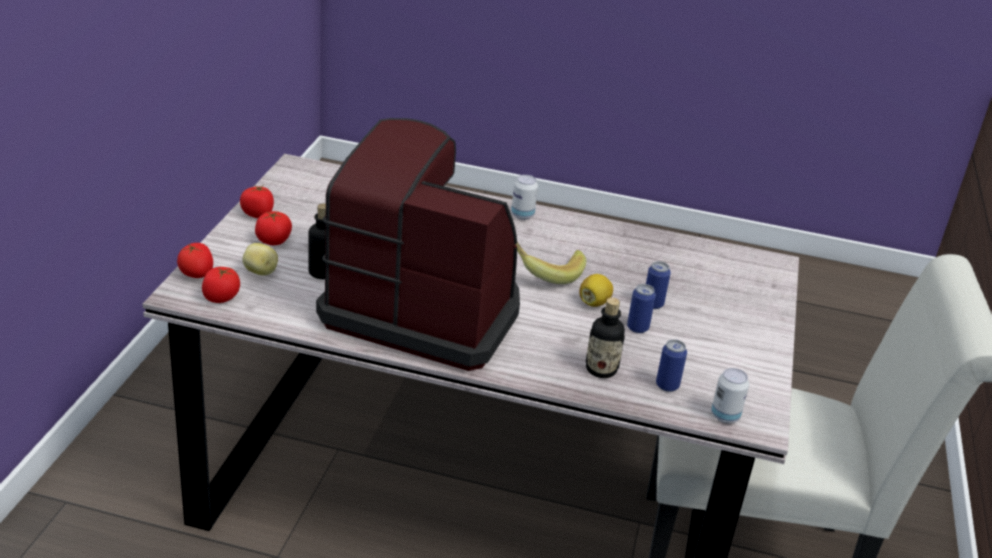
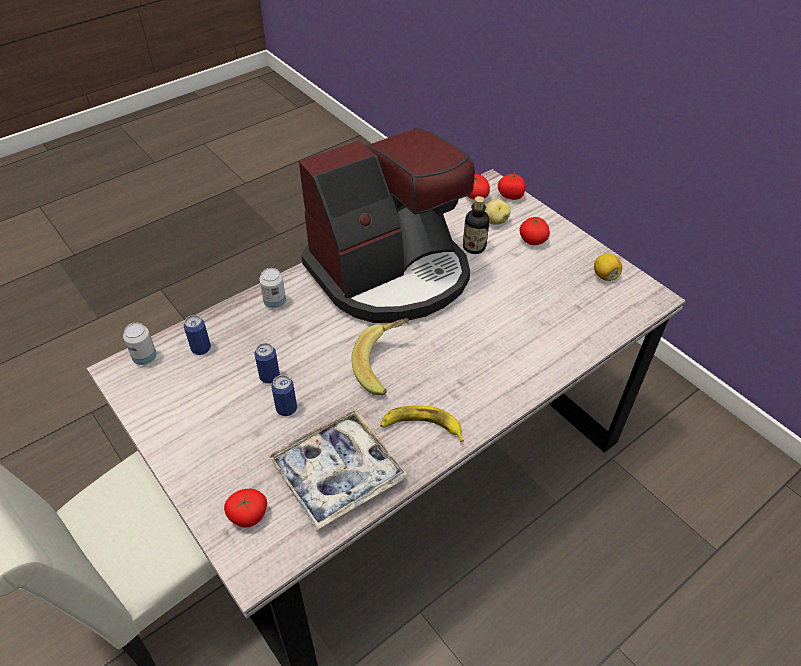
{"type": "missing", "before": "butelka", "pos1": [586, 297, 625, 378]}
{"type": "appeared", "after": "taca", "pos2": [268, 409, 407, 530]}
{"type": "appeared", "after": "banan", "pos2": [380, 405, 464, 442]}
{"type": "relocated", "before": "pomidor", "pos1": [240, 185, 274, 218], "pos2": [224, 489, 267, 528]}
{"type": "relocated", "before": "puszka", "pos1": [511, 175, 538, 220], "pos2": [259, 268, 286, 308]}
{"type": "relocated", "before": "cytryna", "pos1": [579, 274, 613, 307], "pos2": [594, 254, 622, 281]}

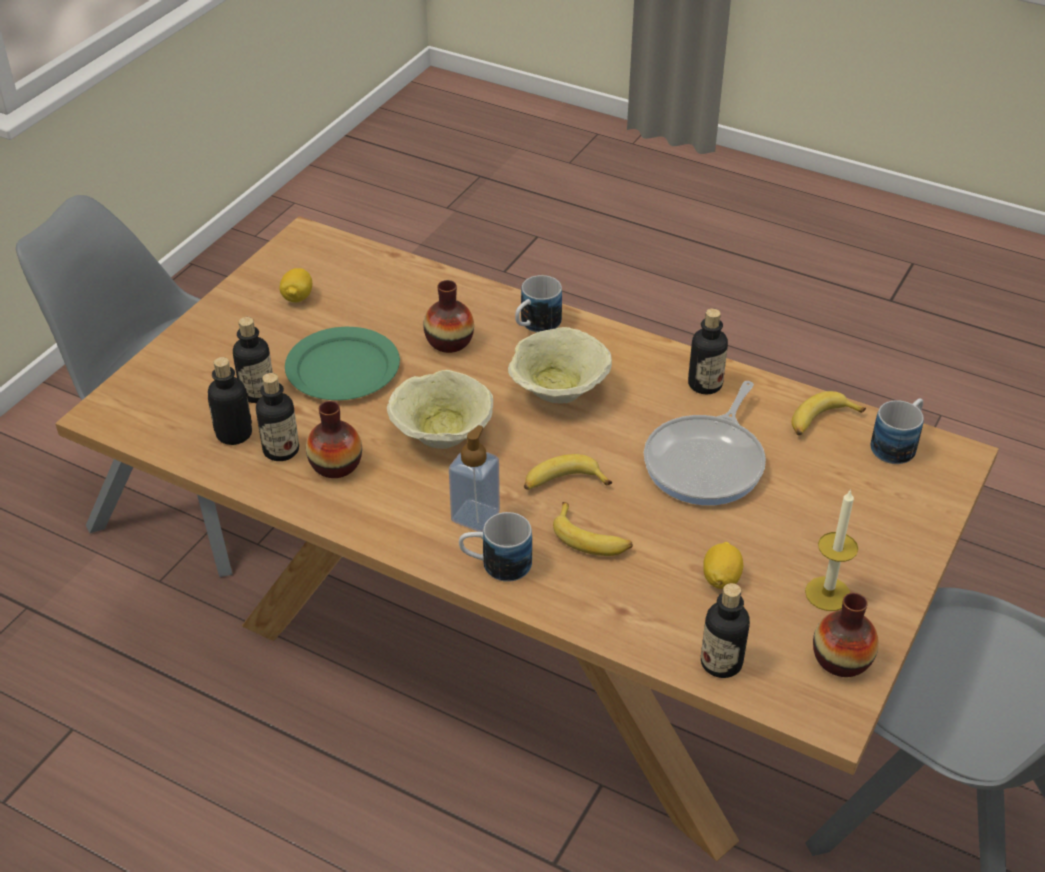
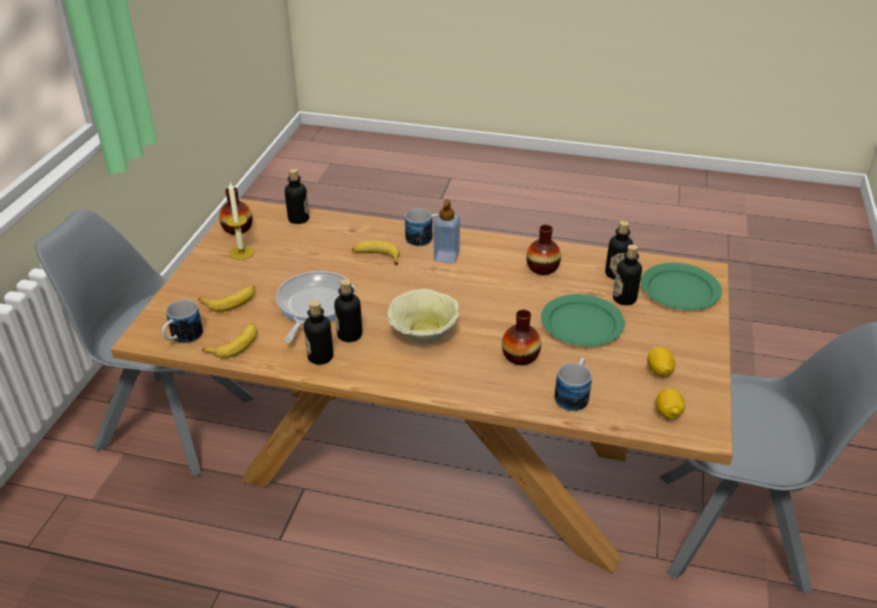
{"type": "missing", "before": "miska/beżowy", "pos1": [387, 370, 493, 449]}
{"type": "appeared", "after": "talerz/zielony", "pos2": [641, 263, 722, 310]}
{"type": "relocated", "before": "butelka", "pos1": [256, 373, 299, 461], "pos2": [334, 279, 362, 342]}
{"type": "relocated", "before": "kubek", "pos1": [515, 275, 562, 332], "pos2": [555, 358, 592, 411]}
{"type": "relocated", "before": "banan", "pos1": [524, 454, 612, 490], "pos2": [198, 286, 255, 312]}
{"type": "relocated", "before": "cytryna", "pos1": [703, 542, 743, 589], "pos2": [656, 388, 685, 419]}

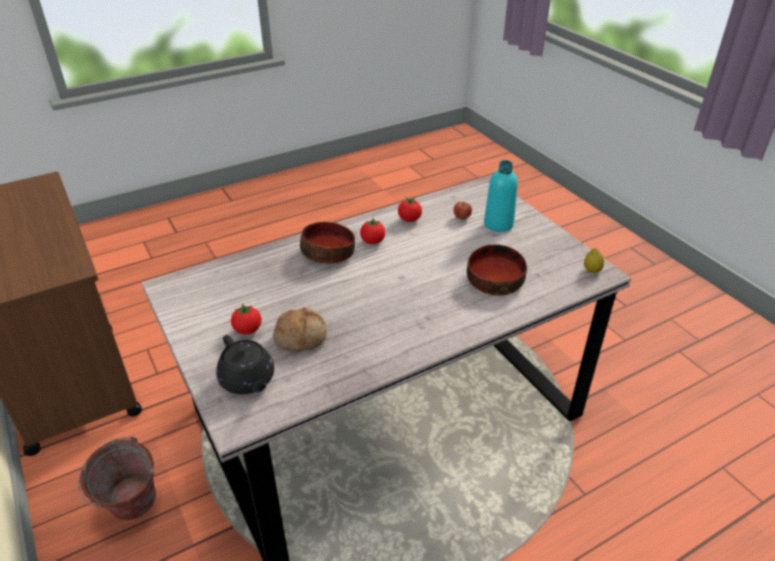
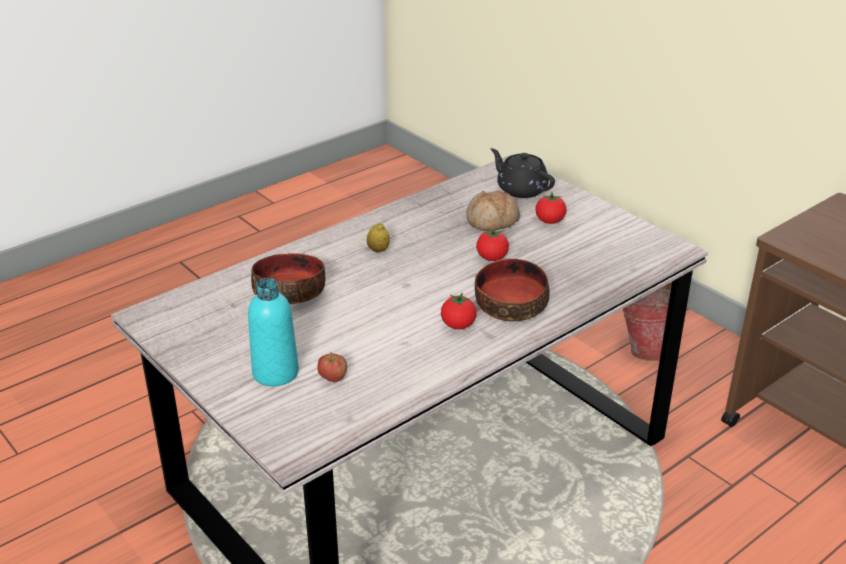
{"type": "relocated", "before": "pomidor", "pos1": [398, 197, 422, 222], "pos2": [476, 228, 509, 261]}
{"type": "relocated", "before": "cytryna", "pos1": [584, 248, 604, 273], "pos2": [367, 223, 390, 252]}

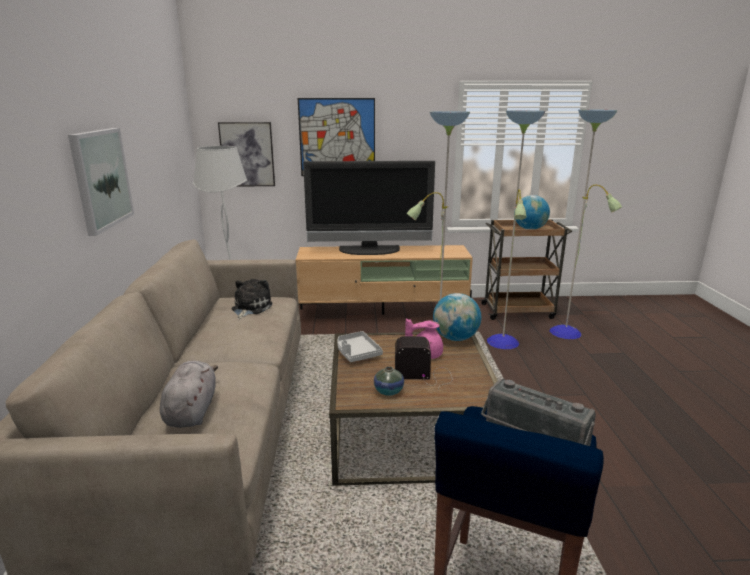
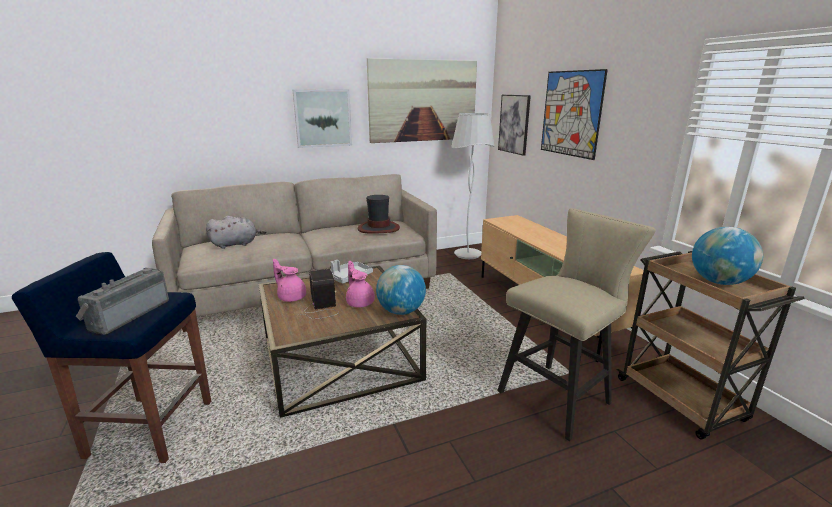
{"type": "missing", "before": "telewizor", "pos1": [303, 161, 435, 255]}
{"type": "appeared", "after": "obraz", "pos2": [367, 58, 477, 143]}
{"type": "exchanged", "before": "pluszak", "after": "kapelusz", "pos1": [232, 279, 273, 319], "pos2": [358, 195, 400, 234]}
{"type": "exchanged", "before": "wazon", "after": "imbryk/różowy", "pos1": [374, 367, 404, 396], "pos2": [273, 259, 306, 302]}
{"type": "exchanged", "before": "lampa stojąca", "after": "stołek/beżowy", "pos1": [407, 109, 622, 349], "pos2": [497, 208, 656, 441]}

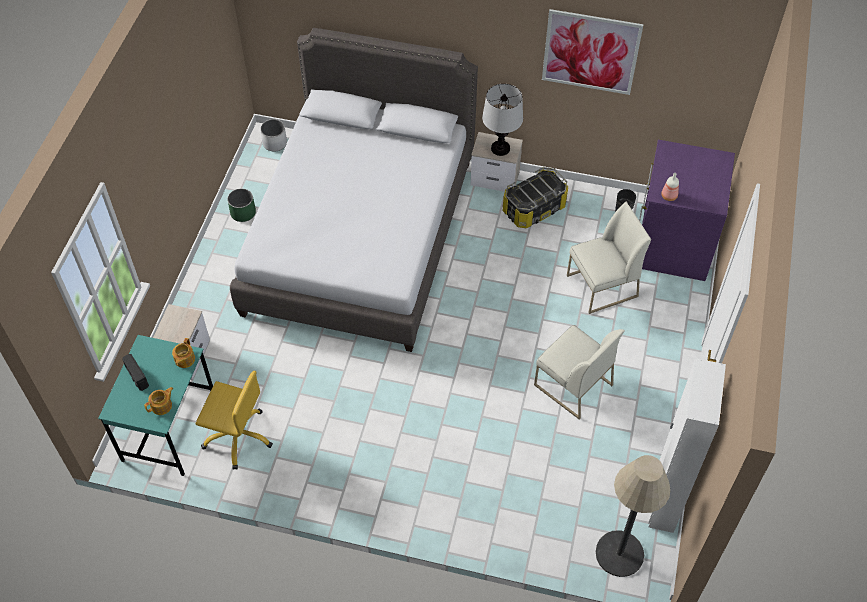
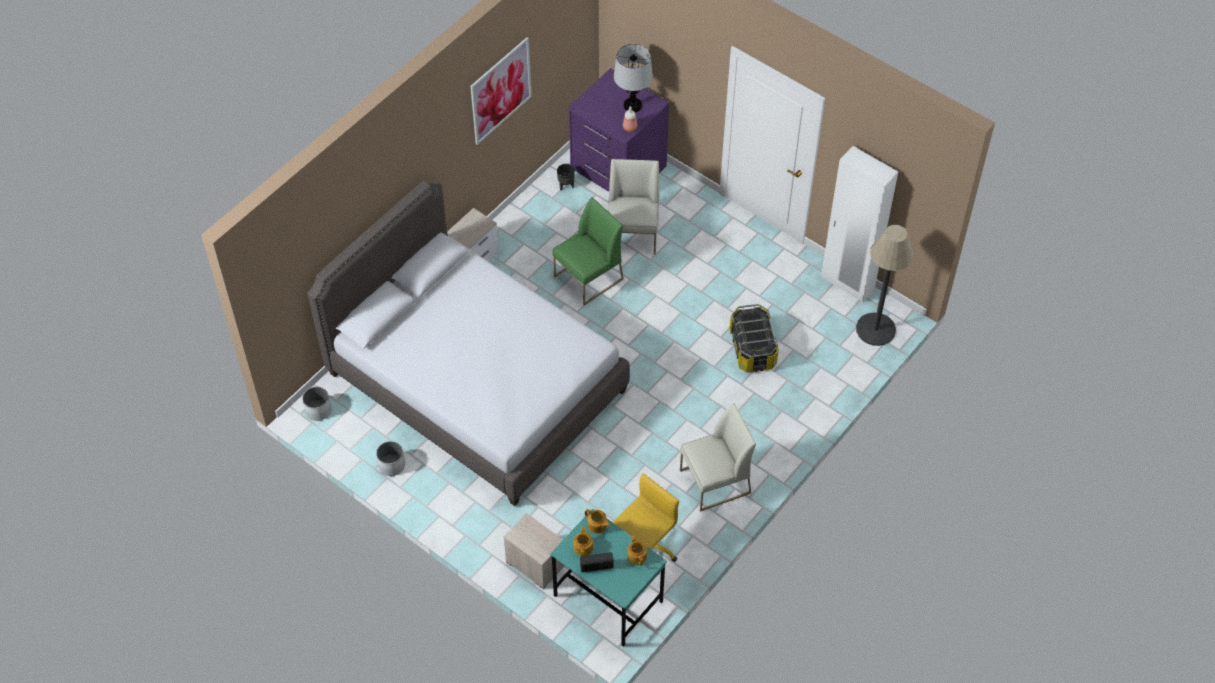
{"type": "appeared", "after": "krzesło/zielony", "pos2": [552, 197, 624, 306]}
{"type": "appeared", "after": "imbryk", "pos2": [574, 526, 593, 556]}
{"type": "relocated", "before": "lampa stołowa", "pos1": [482, 84, 523, 156], "pos2": [614, 44, 653, 112]}
{"type": "relocated", "before": "pojemnik do przechowywania", "pos1": [503, 167, 568, 228], "pos2": [730, 304, 779, 372]}
{"type": "relocated", "before": "krzesło/biały", "pos1": [534, 325, 625, 420], "pos2": [680, 403, 756, 512]}
{"type": "colour", "before": "donica/zielony", "after": "donica/biały", "pos1": [227, 188, 256, 222], "pos2": [376, 441, 405, 476]}

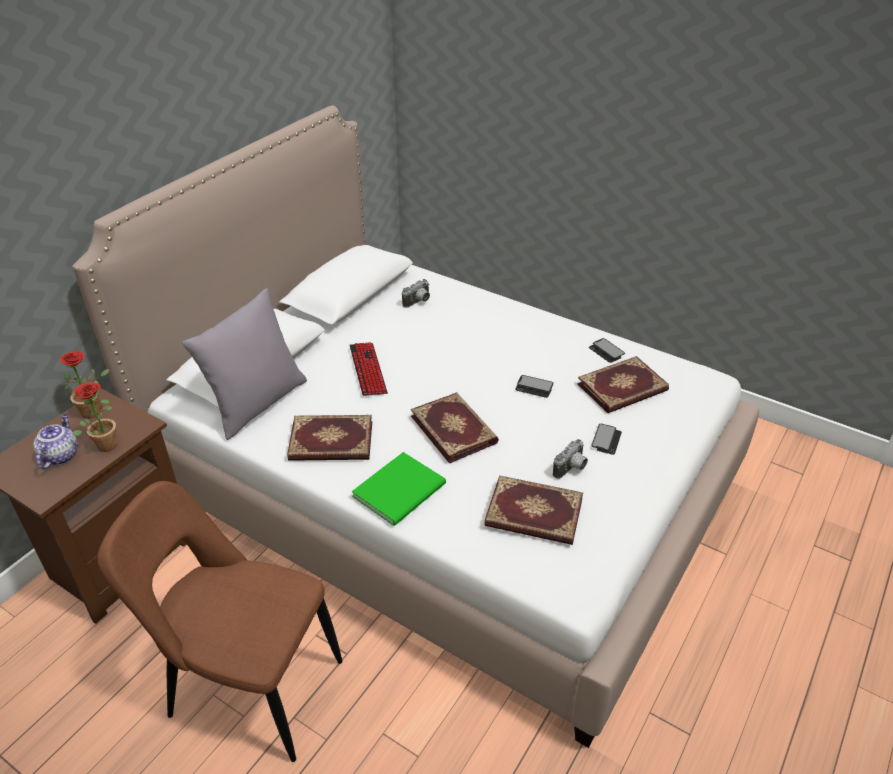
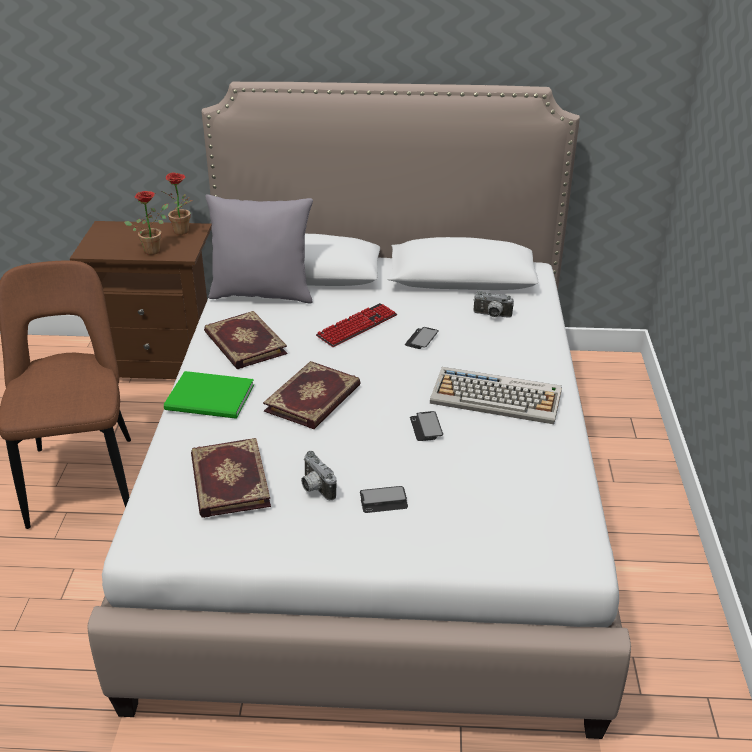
{"type": "missing", "before": "imbryk", "pos1": [33, 414, 78, 469]}
{"type": "missing", "before": "książka", "pos1": [577, 356, 669, 413]}
{"type": "appeared", "after": "klawiatura", "pos2": [430, 367, 562, 424]}
{"type": "relocated", "before": "telefon", "pos1": [589, 338, 625, 363], "pos2": [405, 327, 439, 349]}
{"type": "spun", "before": "aparat fotograficzny", "pos1": [553, 439, 588, 479], "pos2": [301, 451, 337, 501], "turn": 45}

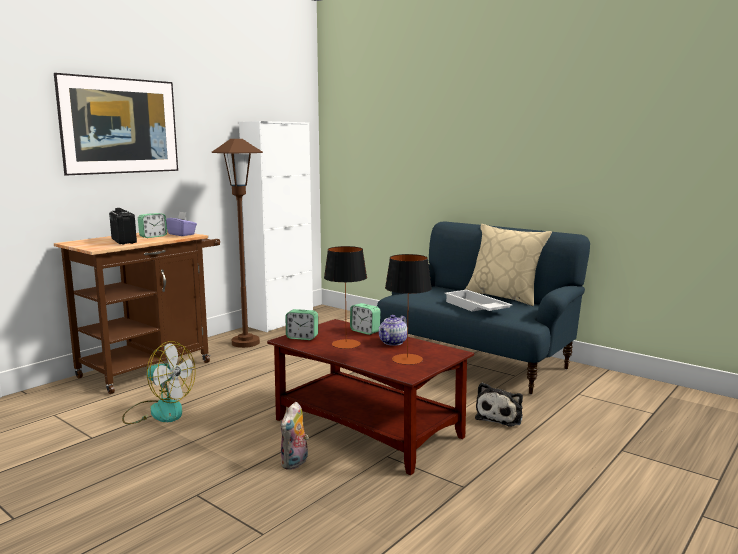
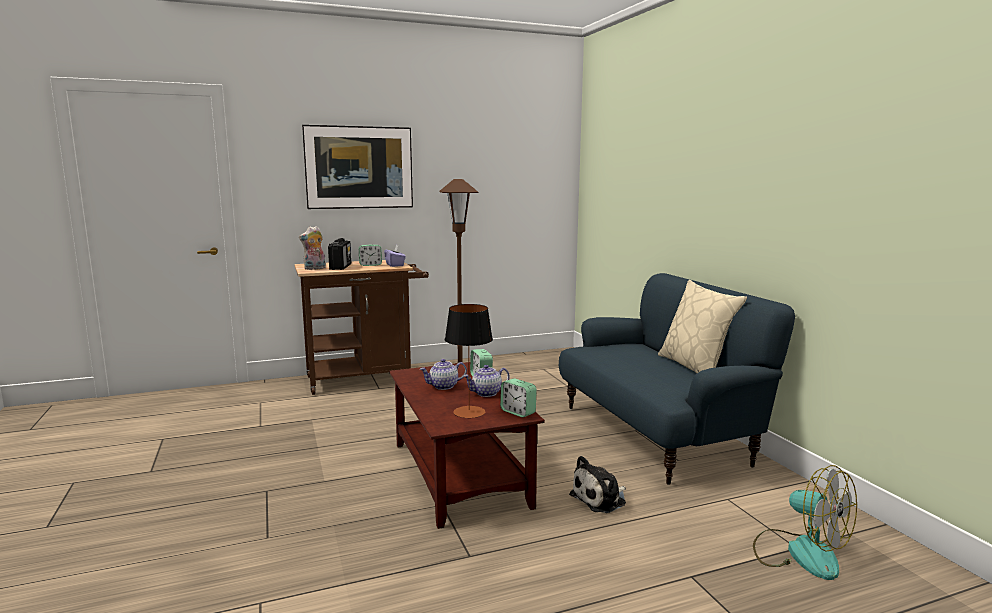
{"type": "missing", "before": "szafka/biały", "pos1": [239, 121, 313, 332]}
{"type": "missing", "before": "taca/biały", "pos1": [444, 290, 512, 312]}
{"type": "relocated", "before": "wentylator", "pos1": [122, 341, 196, 424], "pos2": [753, 465, 857, 580]}
{"type": "relocated", "before": "pluszak", "pos1": [281, 402, 309, 470], "pos2": [299, 226, 326, 270]}
{"type": "relocated", "before": "budzik", "pos1": [286, 309, 318, 340], "pos2": [500, 378, 537, 417]}
{"type": "exchanged", "before": "lampa stołowa", "after": "imbryk", "pos1": [324, 246, 367, 349], "pos2": [420, 359, 467, 390]}

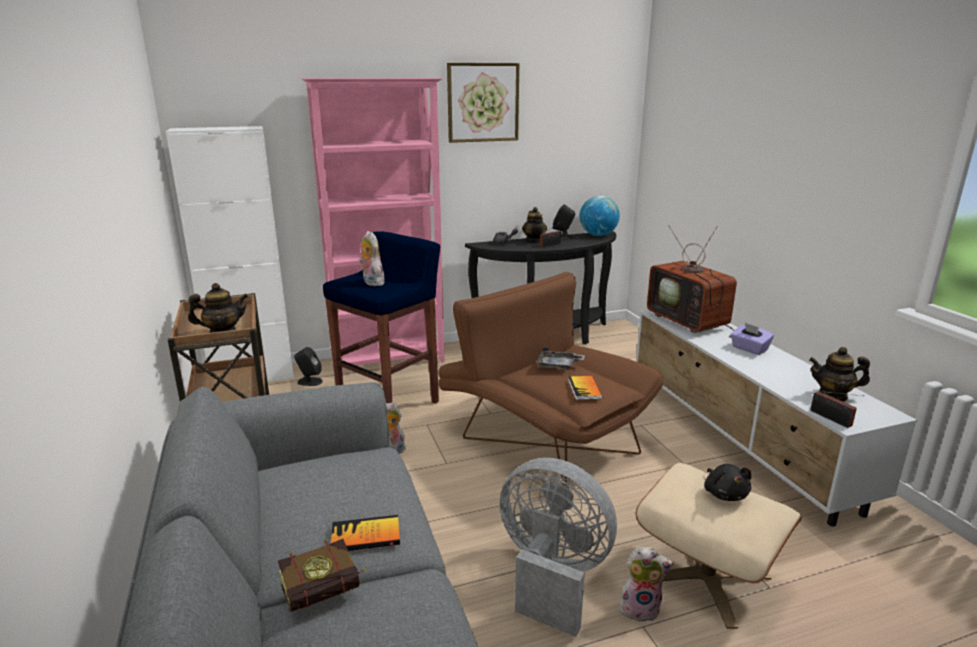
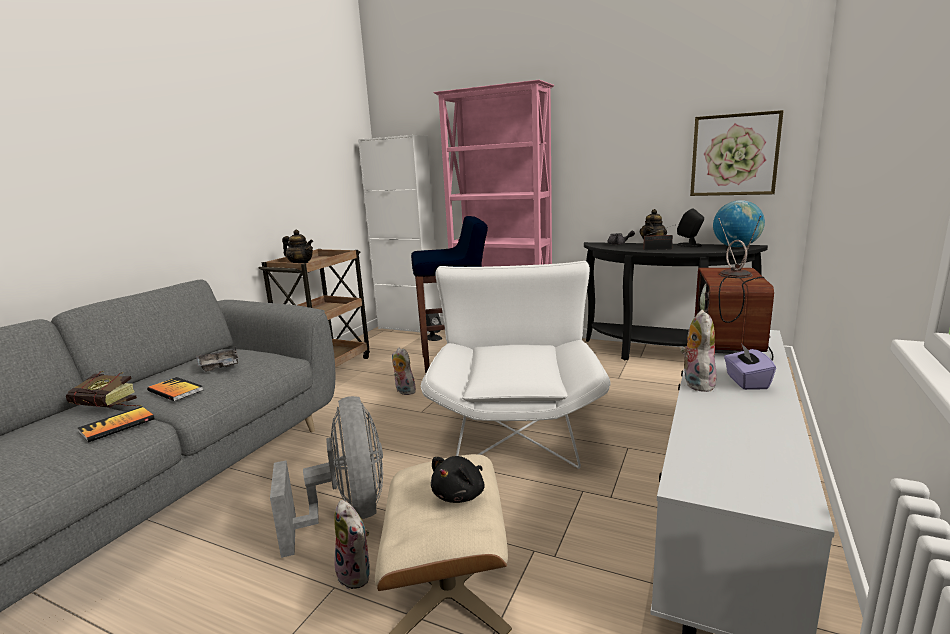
{"type": "missing", "before": "imbryk", "pos1": [809, 347, 870, 402]}
{"type": "missing", "before": "radio", "pos1": [810, 391, 864, 428]}
{"type": "relocated", "before": "pluszak", "pos1": [359, 231, 385, 286], "pos2": [681, 310, 717, 392]}
{"type": "relocated", "before": "obraz", "pos1": [447, 63, 519, 143], "pos2": [690, 110, 784, 196]}
{"type": "relocated", "before": "taca/szary", "pos1": [536, 347, 585, 370], "pos2": [196, 347, 240, 372]}
{"type": "relocated", "before": "książka", "pos1": [568, 376, 602, 400], "pos2": [78, 406, 155, 443]}
{"type": "colour", "before": "fotel/brązowy", "after": "fotel/biały", "pos1": [439, 272, 664, 487], "pos2": [421, 261, 611, 469]}

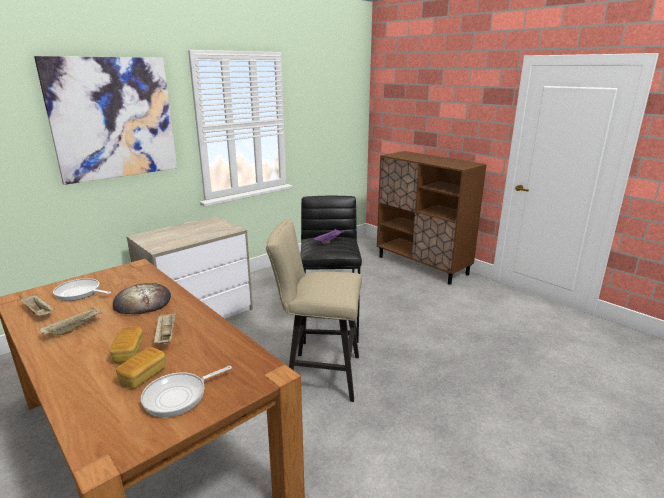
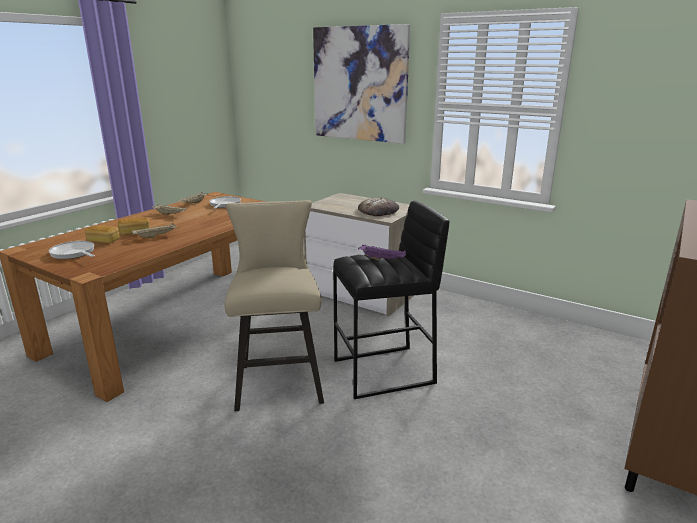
{"type": "relocated", "before": "chleb", "pos1": [113, 283, 171, 314], "pos2": [358, 198, 399, 216]}

